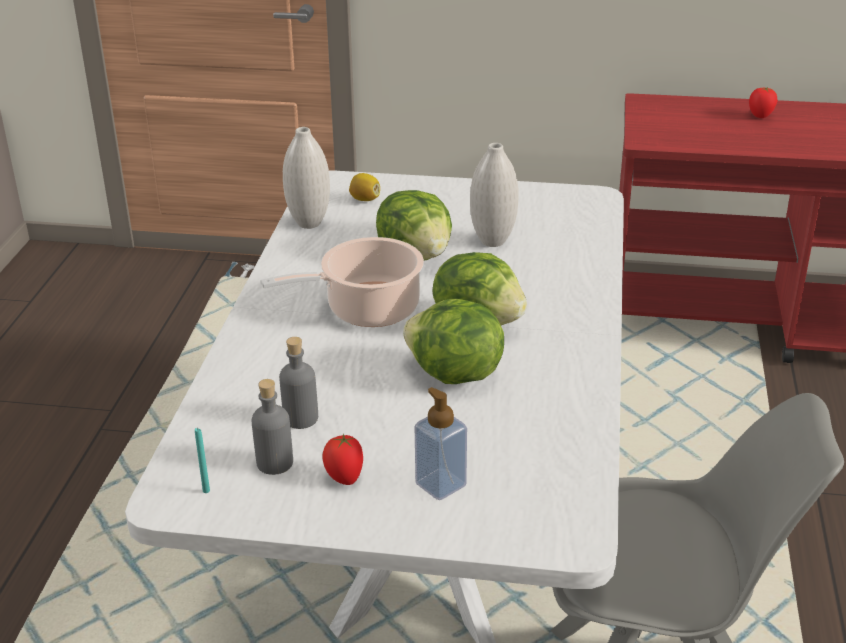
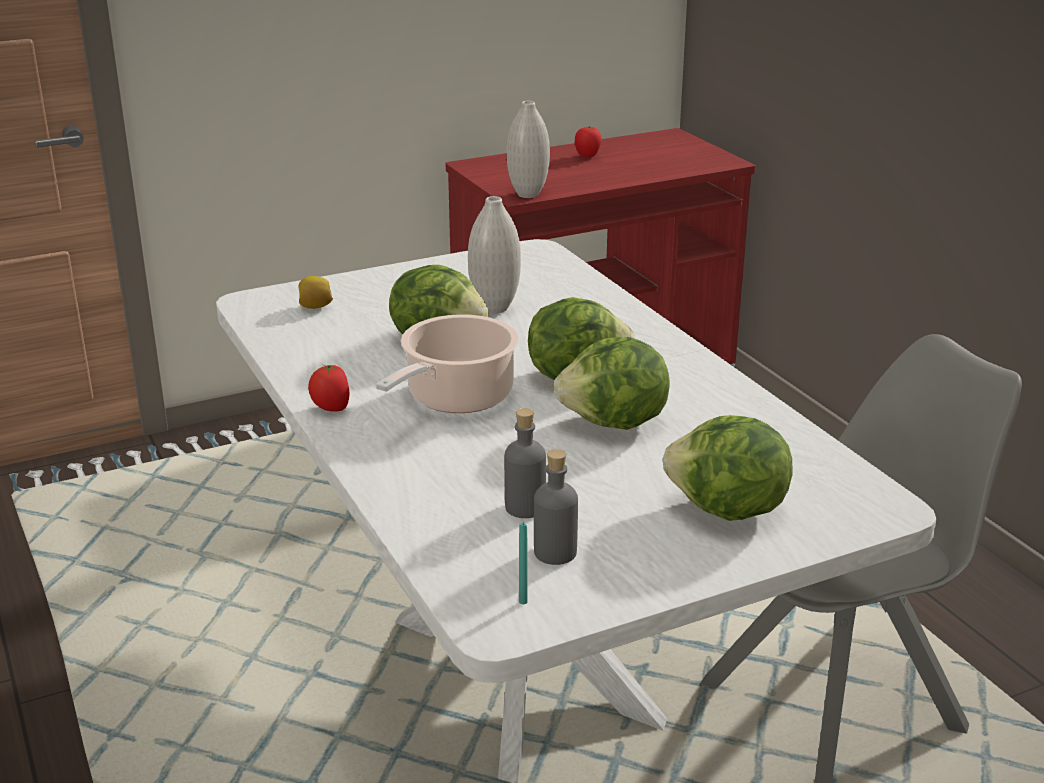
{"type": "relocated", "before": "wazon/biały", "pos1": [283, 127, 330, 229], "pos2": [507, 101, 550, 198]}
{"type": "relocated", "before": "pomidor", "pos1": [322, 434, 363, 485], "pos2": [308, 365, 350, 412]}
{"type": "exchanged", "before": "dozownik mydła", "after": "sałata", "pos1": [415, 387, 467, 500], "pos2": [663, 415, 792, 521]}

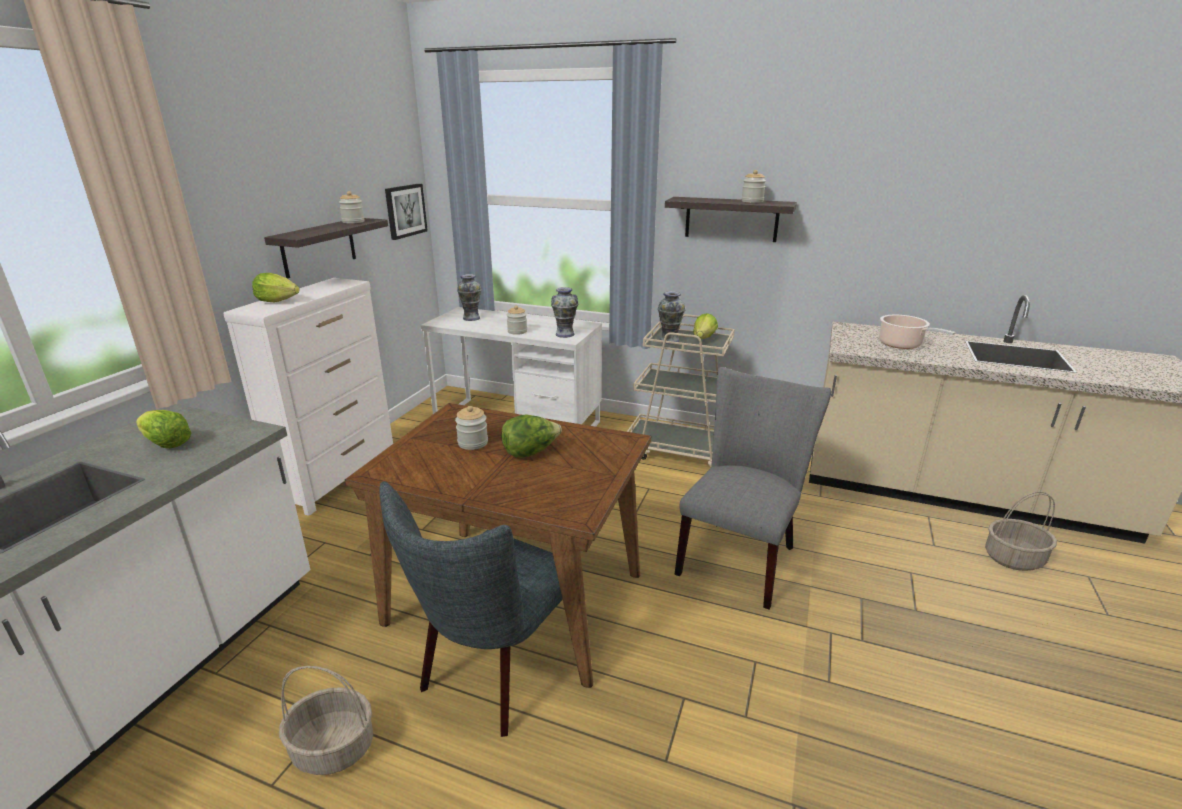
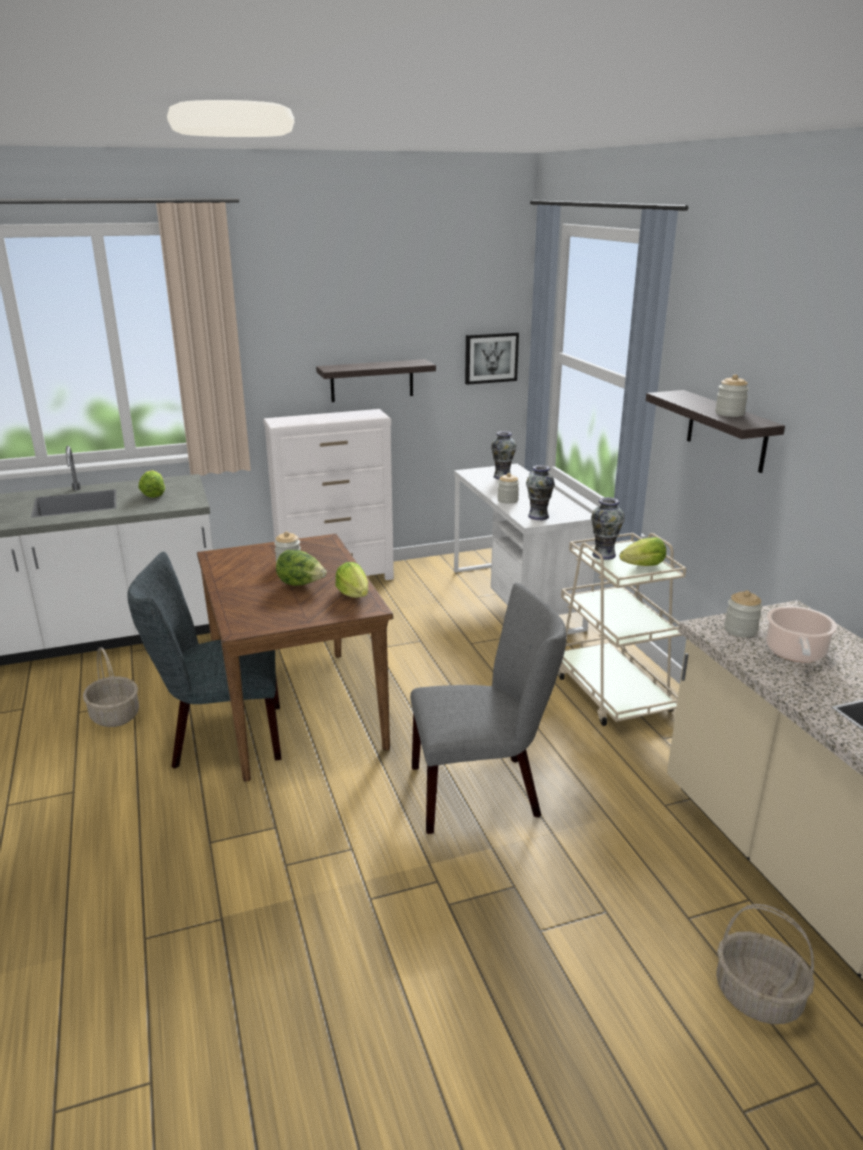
{"type": "relocated", "before": "sałata", "pos1": [252, 273, 300, 302], "pos2": [335, 562, 368, 598]}
{"type": "relocated", "before": "słoik", "pos1": [339, 191, 365, 223], "pos2": [724, 591, 763, 637]}

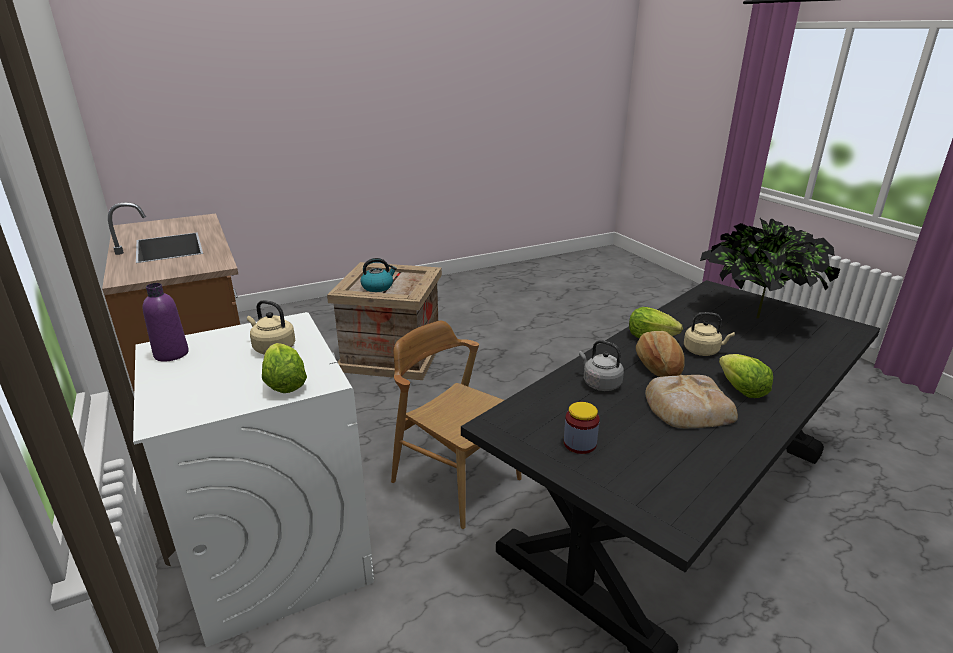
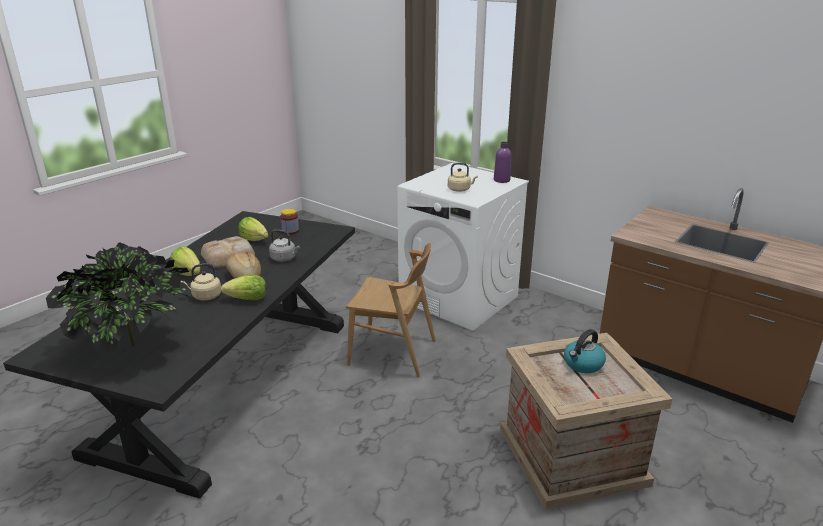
{"type": "relocated", "before": "sałata", "pos1": [262, 343, 307, 393], "pos2": [238, 217, 268, 241]}

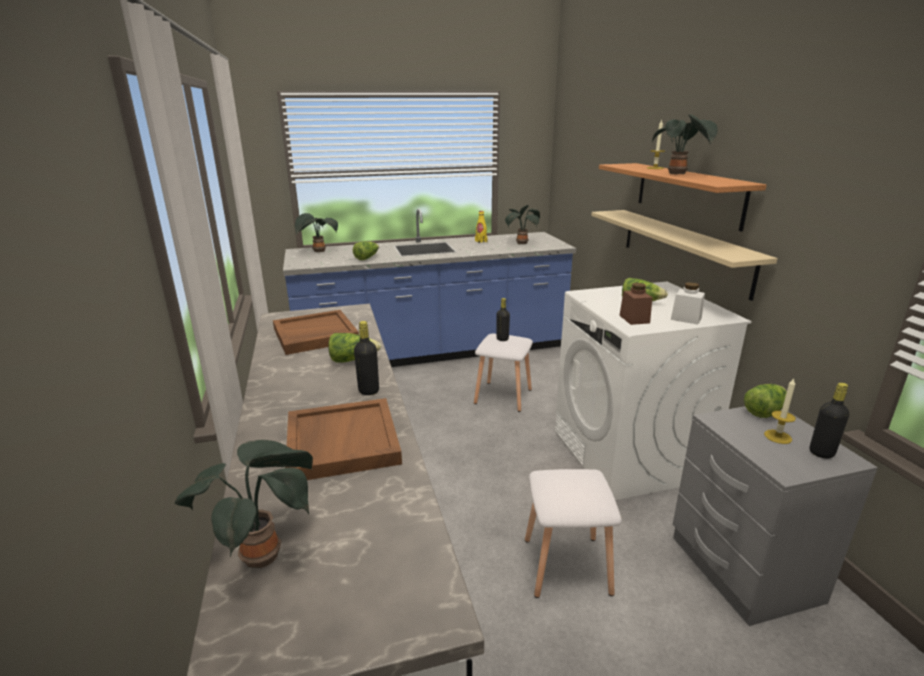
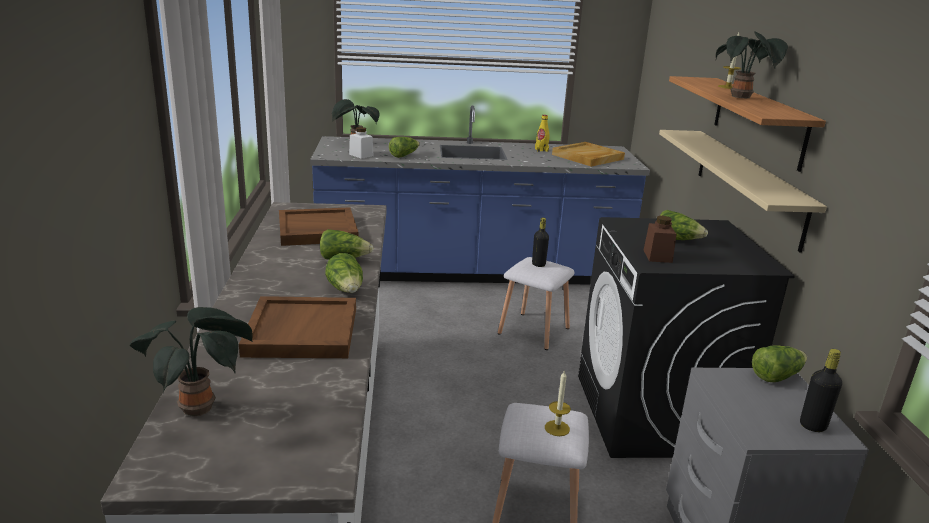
{"type": "relocated", "before": "słoik/biały", "pos1": [671, 282, 705, 325], "pos2": [349, 127, 374, 159]}
{"type": "relocated", "before": "świeca", "pos1": [764, 378, 796, 444], "pos2": [545, 370, 571, 436]}
{"type": "exchanged", "before": "butelka/czarny", "after": "sałata", "pos1": [354, 321, 379, 395], "pos2": [325, 253, 363, 293]}
{"type": "exchanged", "before": "roślina doniczkowa", "after": "taca/beżowy", "pos1": [505, 205, 540, 244], "pos2": [552, 142, 625, 167]}
{"type": "colour", "before": "pralka/biały", "after": "pralka/czarny", "pos1": [555, 281, 752, 500], "pos2": [578, 217, 795, 458]}

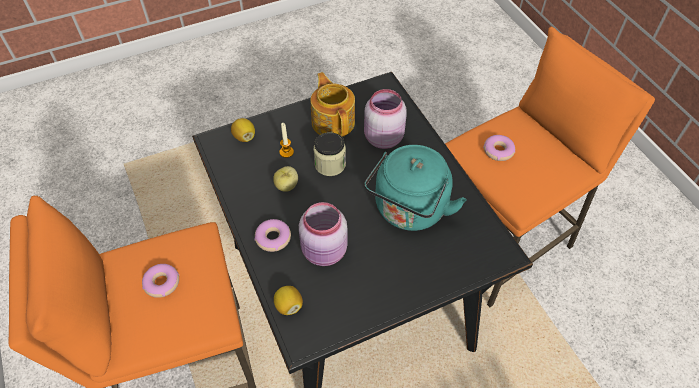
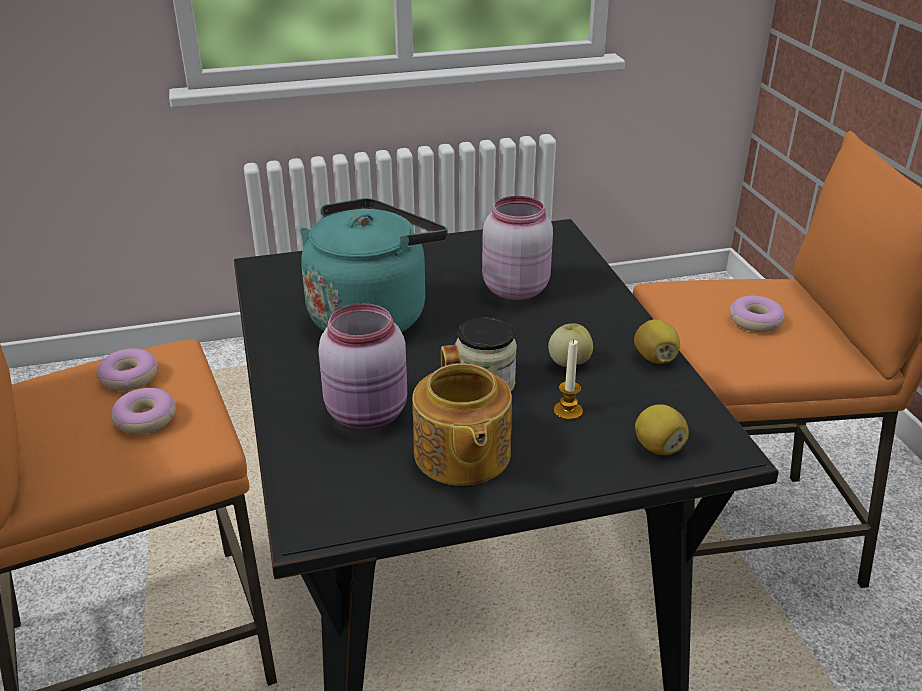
{"type": "relocated", "before": "donut", "pos1": [255, 219, 291, 252], "pos2": [96, 349, 159, 391]}
{"type": "relocated", "before": "cytryna", "pos1": [274, 286, 303, 315], "pos2": [634, 319, 680, 364]}

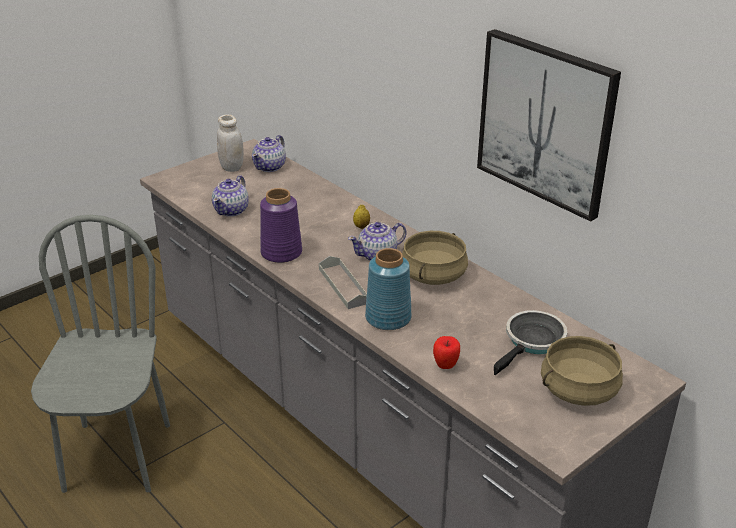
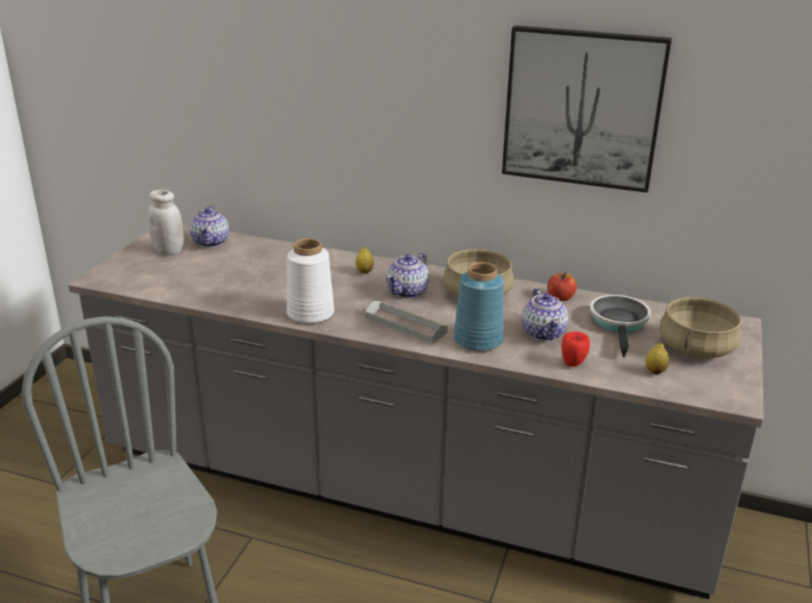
{"type": "appeared", "after": "jabłko", "pos2": [547, 272, 576, 301]}
{"type": "appeared", "after": "cytryna", "pos2": [646, 343, 669, 375]}
{"type": "relocated", "before": "imbryk", "pos1": [212, 175, 249, 217], "pos2": [522, 288, 568, 341]}
{"type": "colour", "before": "wazon/fioletowy", "after": "wazon/biały", "pos1": [260, 188, 302, 263], "pos2": [287, 238, 334, 324]}

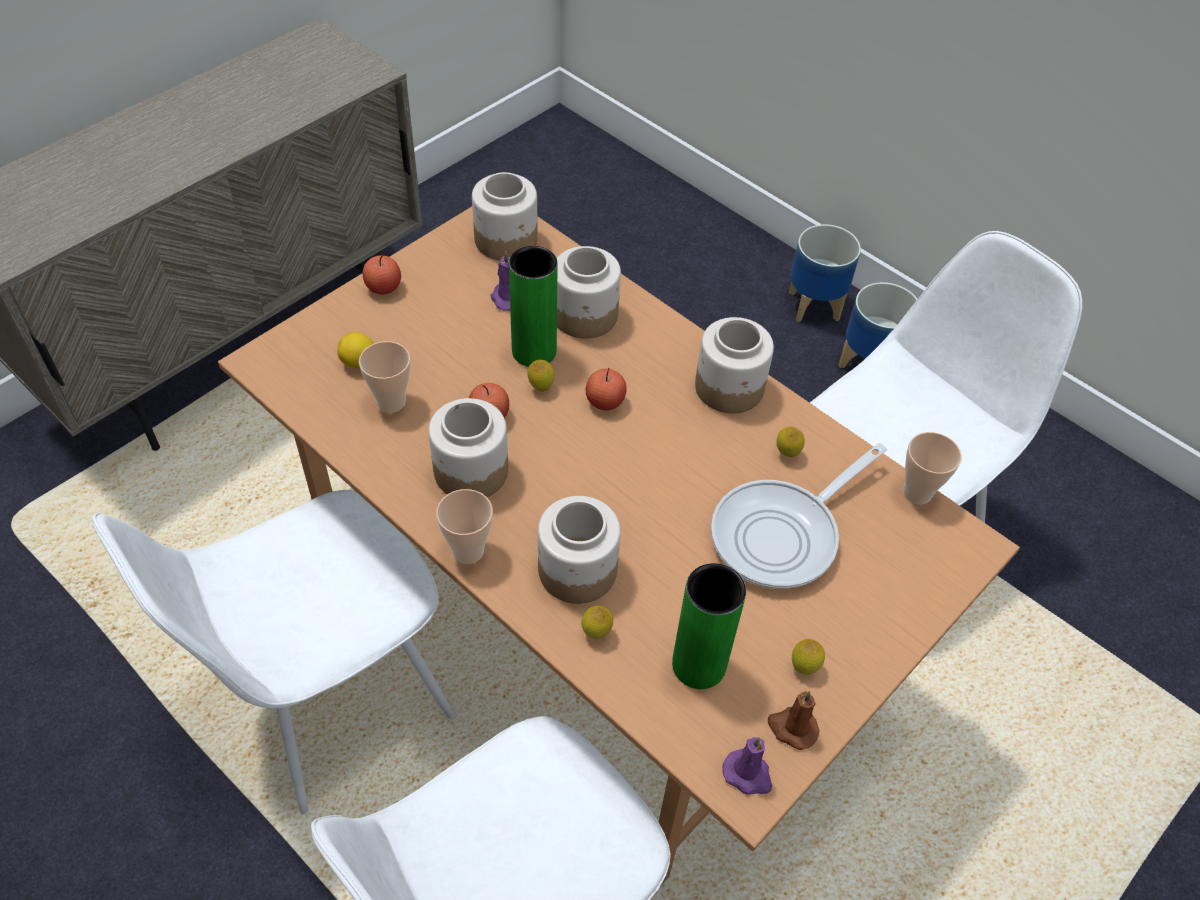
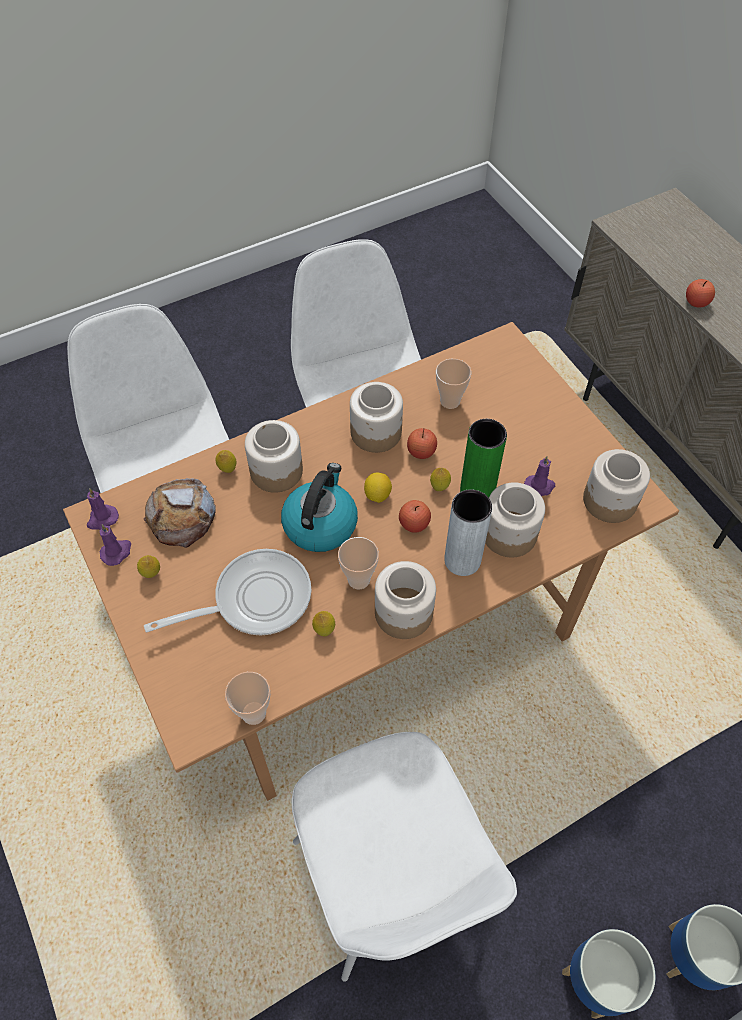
{"type": "appeared", "after": "czajnik", "pos2": [281, 463, 358, 552]}
{"type": "appeared", "after": "wazon/szary", "pos2": [444, 489, 492, 576]}
{"type": "relocated", "before": "cytryna", "pos1": [337, 332, 374, 368], "pos2": [364, 472, 392, 503]}
{"type": "relocated", "before": "jabłko", "pos1": [362, 254, 401, 294], "pos2": [686, 279, 715, 308]}
{"type": "relocated", "before": "filiżanka", "pos1": [436, 489, 493, 564], "pos2": [338, 537, 379, 589]}
{"type": "exchanged", "before": "wazon/zielony", "after": "chleb", "pos1": [672, 563, 746, 689], "pos2": [144, 478, 216, 548]}
{"type": "colour", "before": "świeca/brązowy", "after": "świeca/fioletowy", "pos1": [768, 691, 819, 750], "pos2": [99, 524, 131, 566]}
{"type": "spun", "before": "patelnia", "pos1": [711, 443, 887, 589], "pos2": [144, 549, 311, 635], "turn": 90}

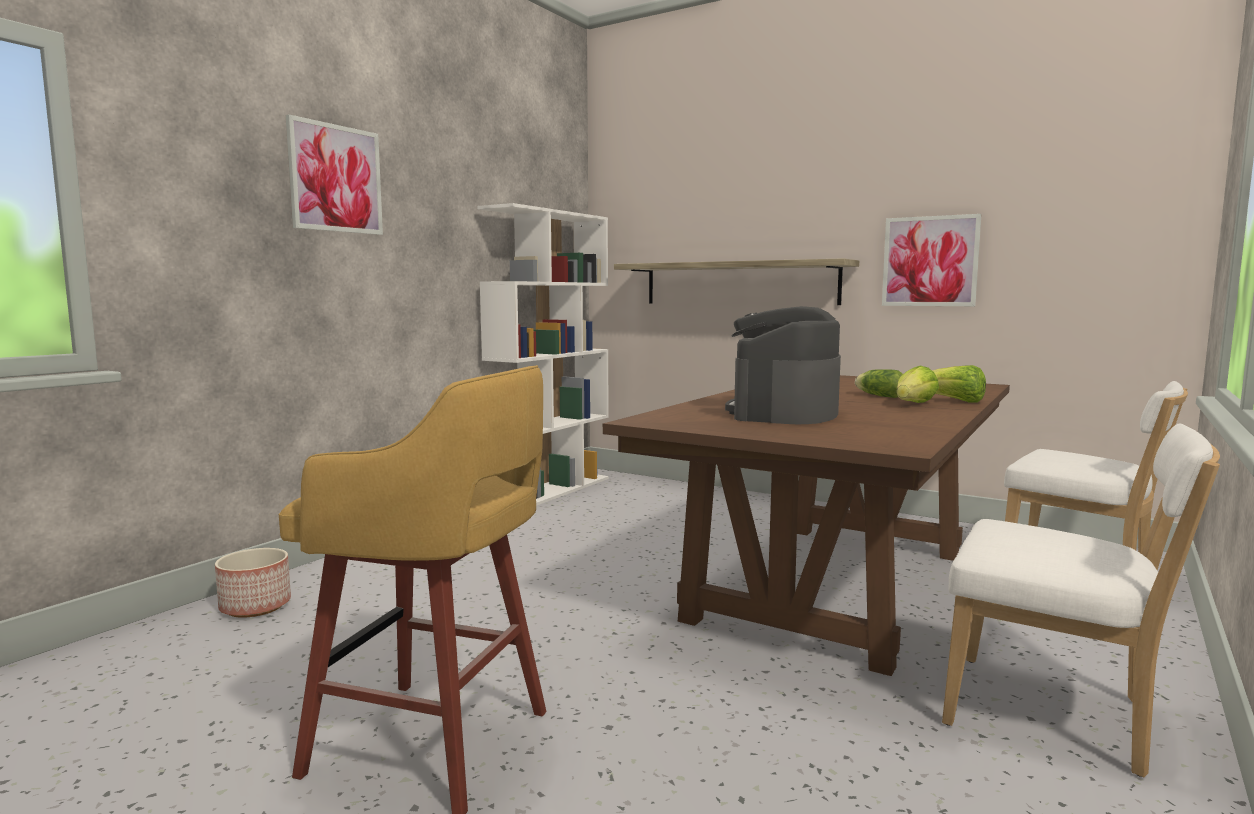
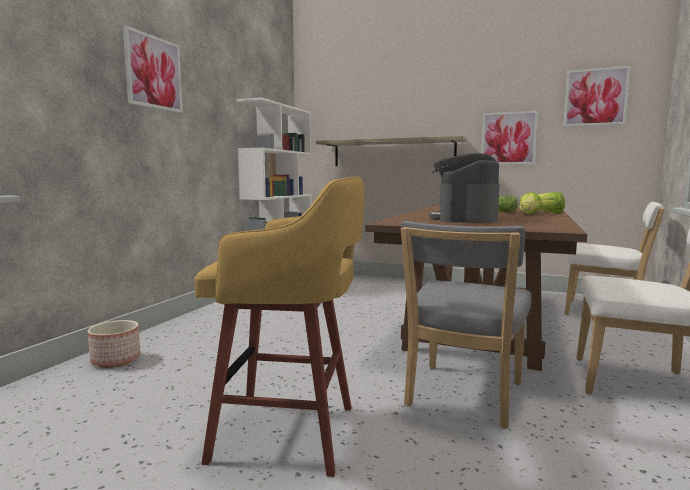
{"type": "appeared", "after": "krzesło/szary", "pos2": [401, 221, 532, 429]}
{"type": "appeared", "after": "obraz", "pos2": [563, 66, 631, 127]}

